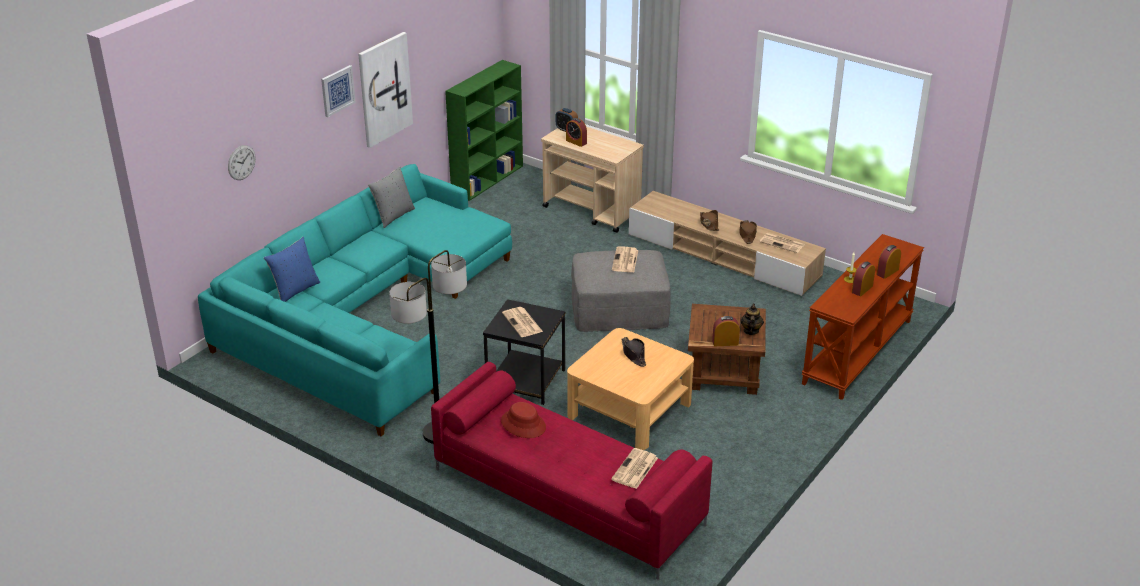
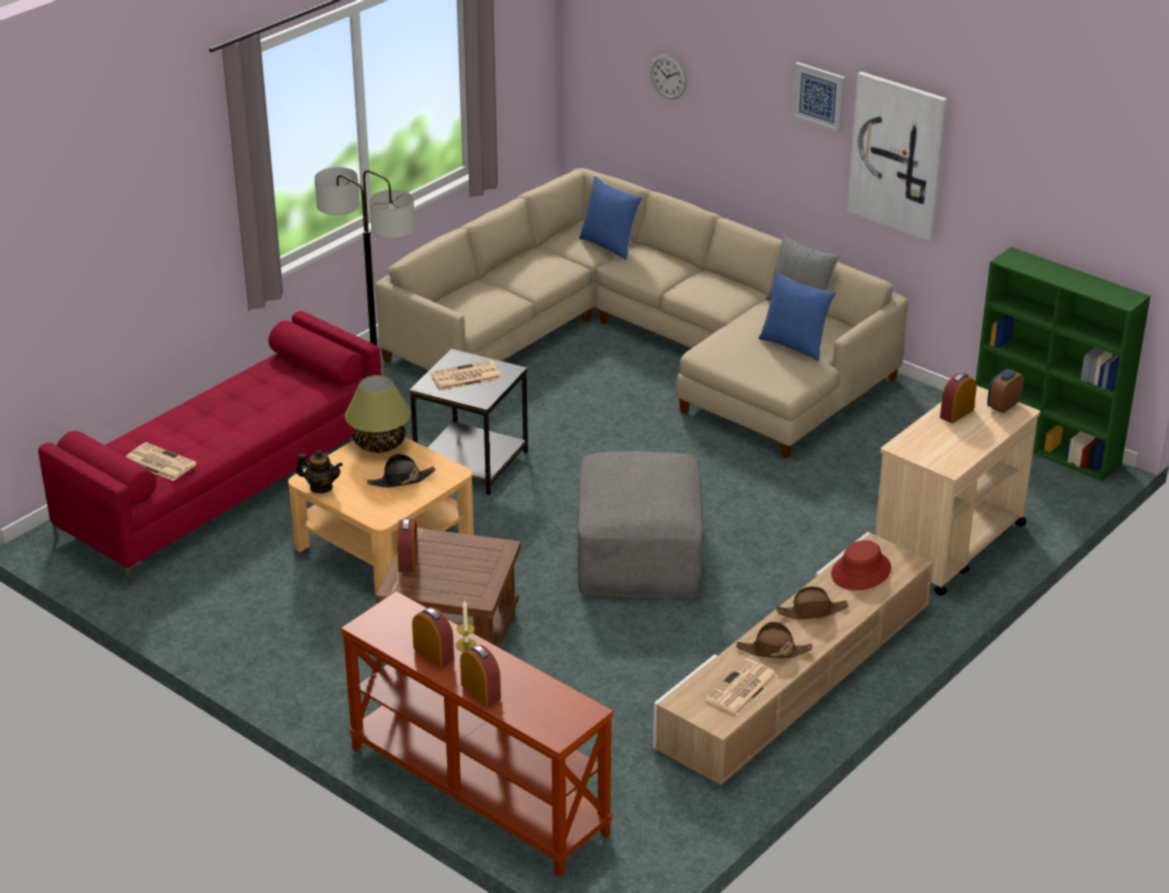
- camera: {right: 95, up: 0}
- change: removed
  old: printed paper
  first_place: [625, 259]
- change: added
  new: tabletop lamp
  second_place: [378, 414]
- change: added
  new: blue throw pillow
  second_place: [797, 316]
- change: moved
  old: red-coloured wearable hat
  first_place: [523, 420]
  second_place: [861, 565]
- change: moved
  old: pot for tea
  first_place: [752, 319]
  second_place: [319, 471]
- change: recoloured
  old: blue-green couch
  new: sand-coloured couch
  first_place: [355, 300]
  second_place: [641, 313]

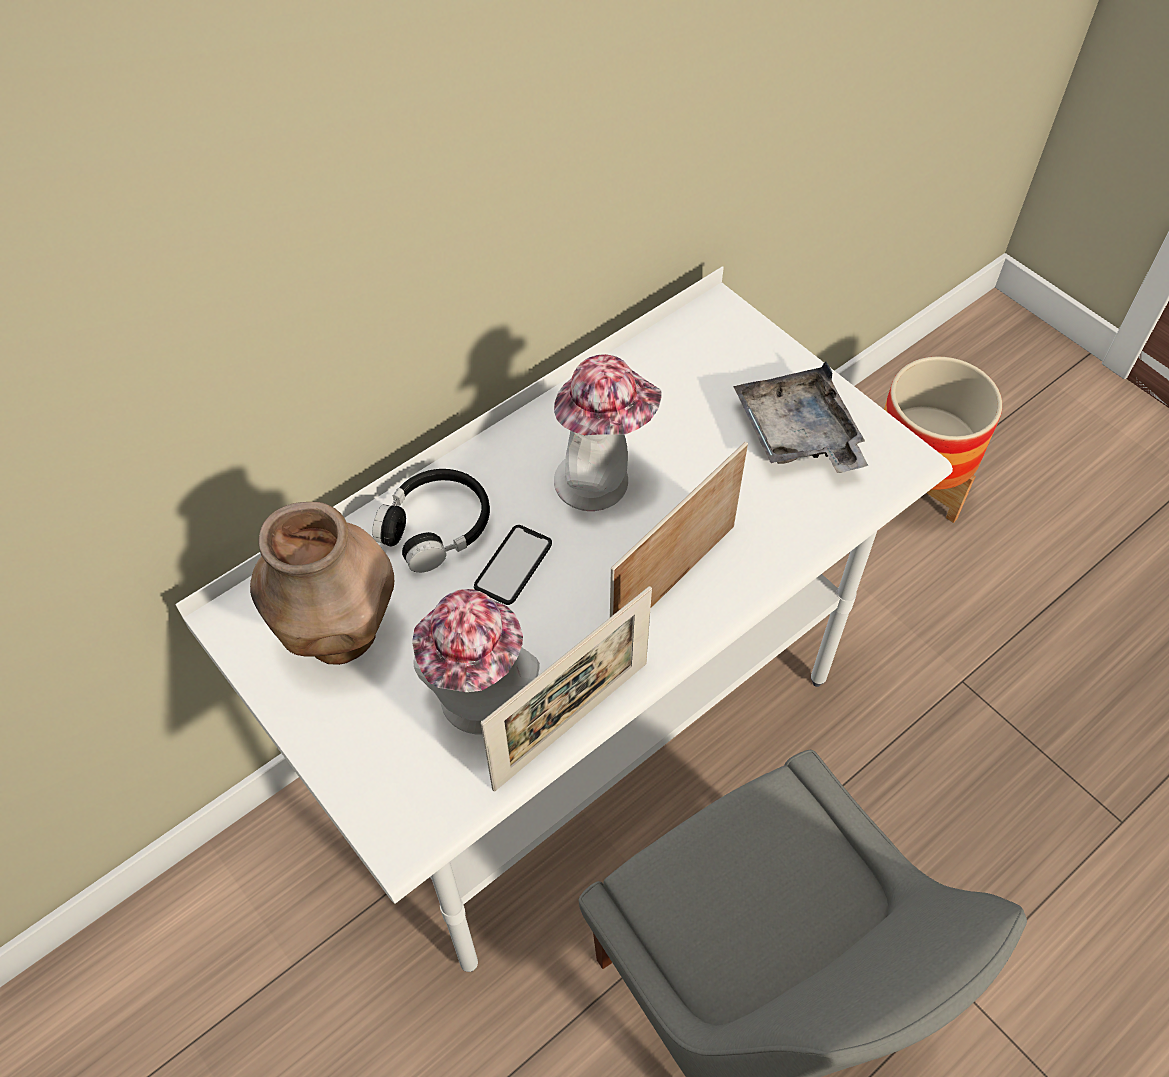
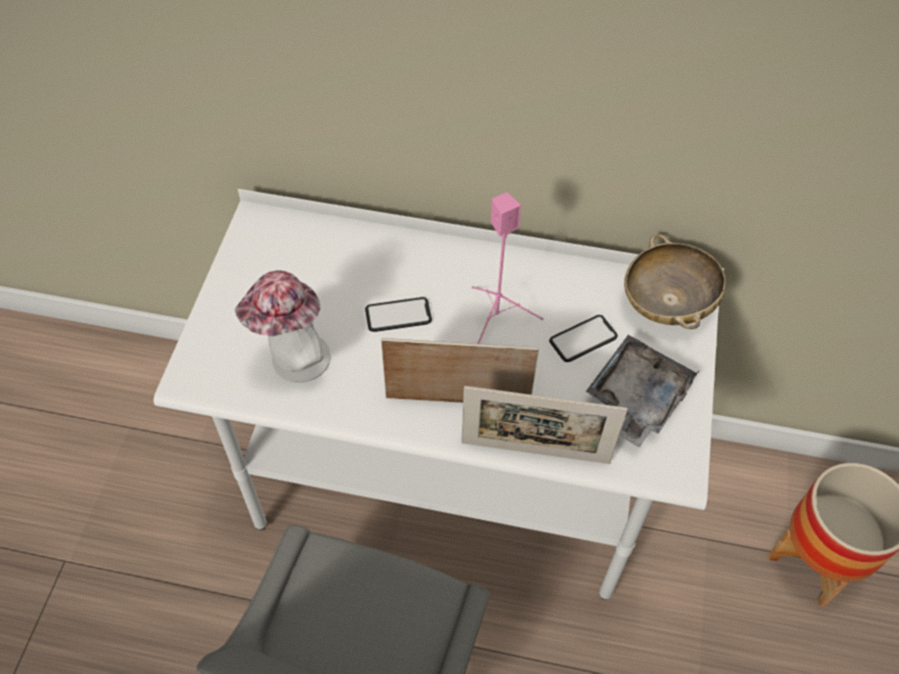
- camera: {right: 50, up: 0}
- change: removed
  old: brown decorative vase
  first_place: [322, 583]
- change: removed
  old: black headphones
  first_place: [431, 521]
- change: added
  new: telephone
  second_place: [583, 338]
- change: added
  new: sand-coloured bowl
  second_place: [675, 281]
- change: moved
  old: photo frame
  first_place: [566, 688]
  second_place: [544, 425]
- change: replaced
  old: wearable hat
  new: pinkish loudspeaker
  first_place: [607, 432]
  second_place: [507, 268]

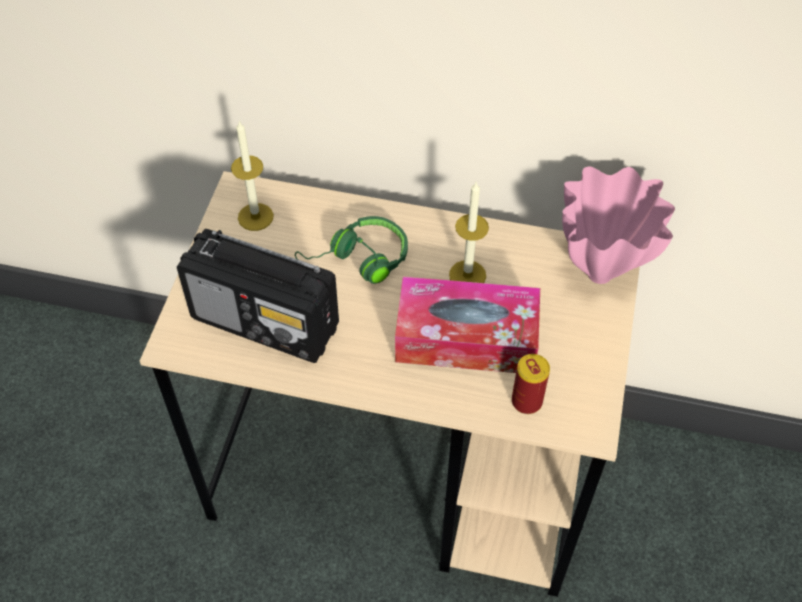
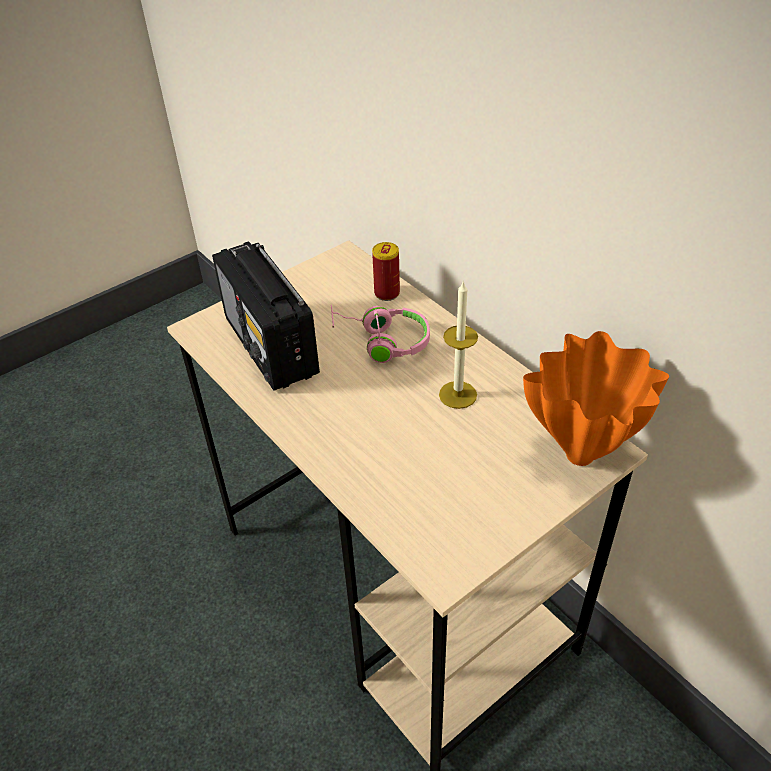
- camera: {right: 40, up: -10}
- change: removed
  old: wax candle
  first_place: [252, 176]
- change: removed
  old: tissue box
  first_place: [467, 324]
- change: moved
  old: can
  first_place: [531, 384]
  second_place: [386, 271]
- change: recoloured
  old: greenish headphones
  new: pinkish headphones
  first_place: [351, 250]
  second_place: [380, 334]
- change: recoloured
  old: pinkish decorative vase
  new: orangey decorative vase
  first_place: [618, 225]
  second_place: [596, 398]

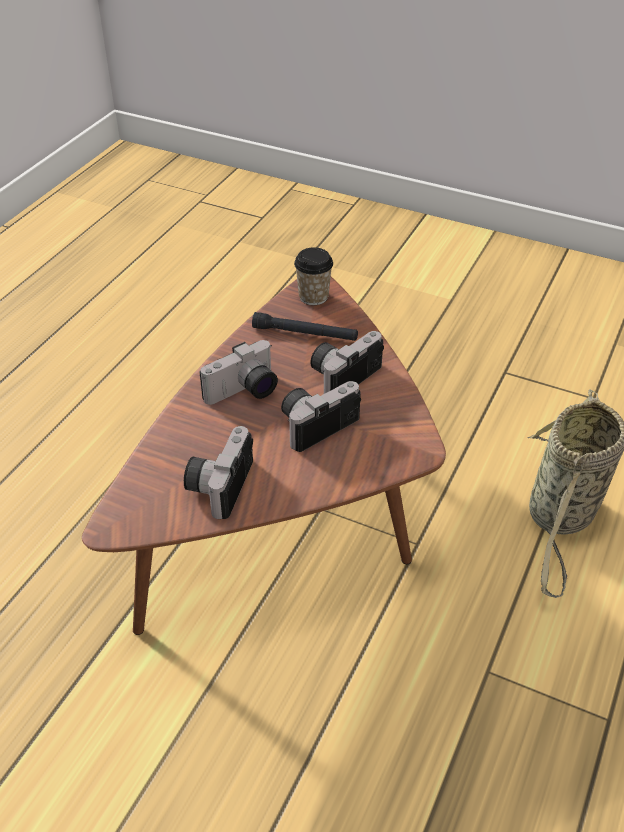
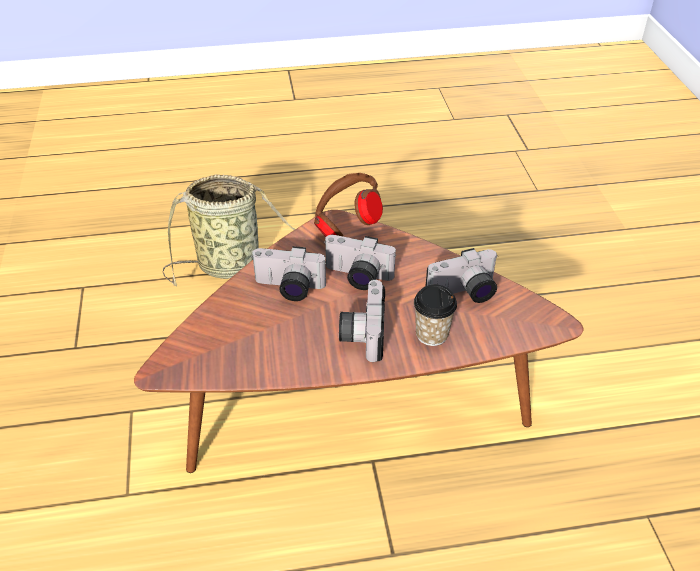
- camera: {right: -125, up: 0}
- change: removed
  old: black hand torch
  first_place: [305, 326]
- change: added
  new: brown headphones
  second_place: [348, 205]
- change: moved
  old: drinking cup
  first_place: [313, 276]
  second_place: [435, 315]
- change: turned
  old: photo camera
  first_place: [239, 372]
  second_place: [362, 321]
  degrees: -105

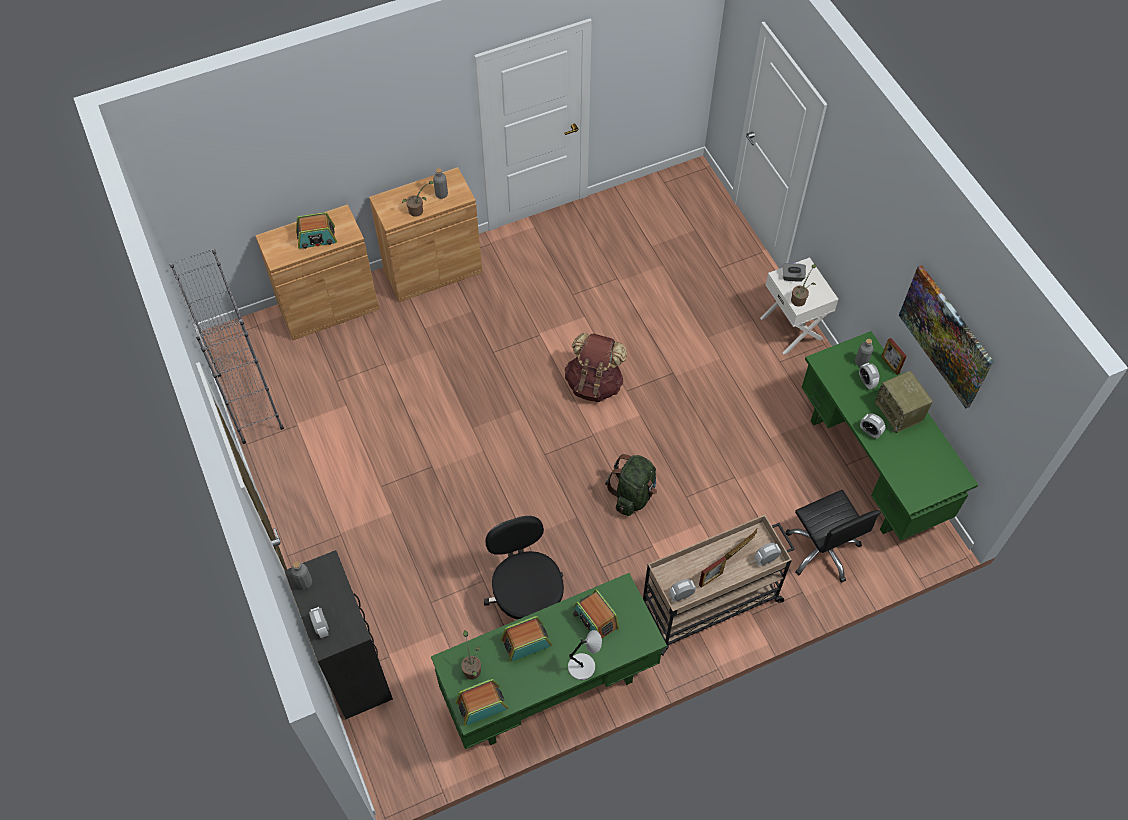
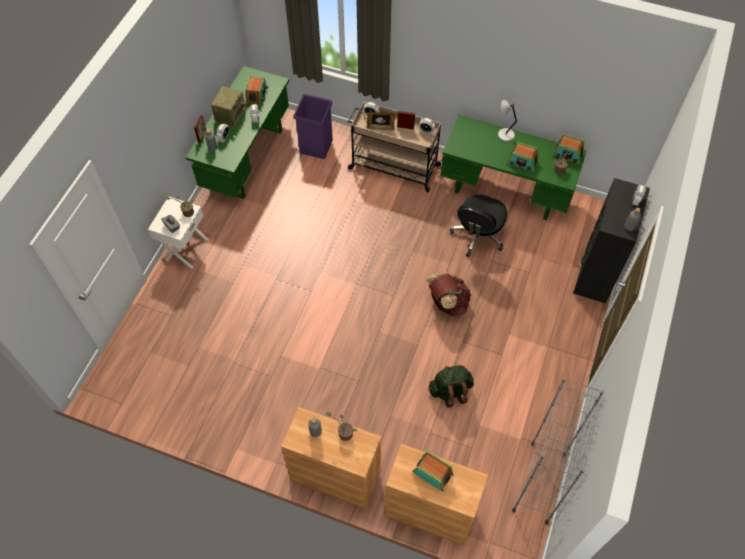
- camera: {right: -135, up: 0}
- change: removed
  old: wall art
  first_place: [946, 337]
- change: moved
  old: brown backpack
  first_place: [596, 367]
  second_place: [448, 294]
- change: moved
  old: radio
  first_place: [596, 613]
  second_place: [256, 90]
- change: moved
  old: greenish backpack
  first_place: [631, 485]
  second_place: [451, 386]
- change: replaced
  old: black desk chair
  new: purple-coloured rubbish bin
  first_place: [833, 536]
  second_place: [313, 126]

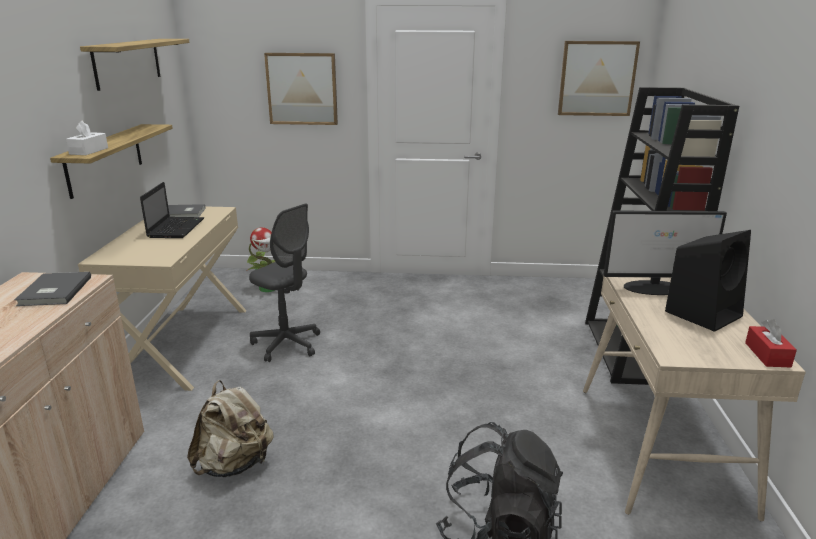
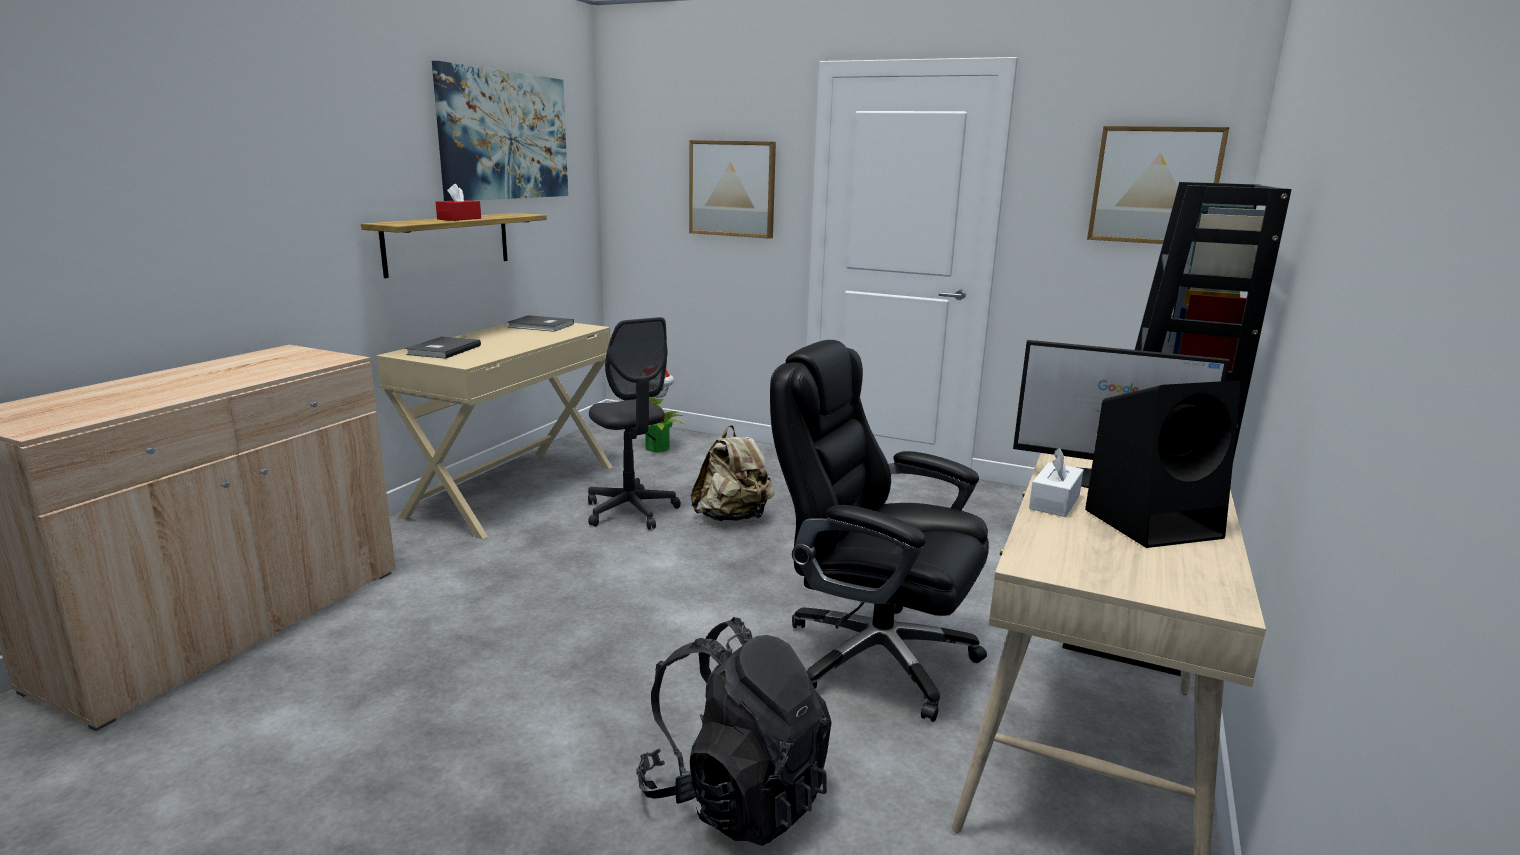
- camera: {right: 20, up: -5}
- change: removed
  old: laptop
  first_place: [172, 210]
- change: added
  new: black desk chair
  second_place: [879, 531]
- change: moved
  old: grey book
  first_place: [52, 289]
  second_place: [443, 347]
- change: moved
  old: white-coloured tissue box
  first_place: [87, 138]
  second_place: [1056, 482]
- change: moved
  old: sand-coloured backpack
  first_place: [230, 428]
  second_place: [733, 473]
- change: moved
  old: red-coloured tissue box
  first_place: [771, 343]
  second_place: [458, 202]
- change: replaced
  old: shelf
  new: wall art
  first_place: [135, 65]
  second_place: [500, 131]

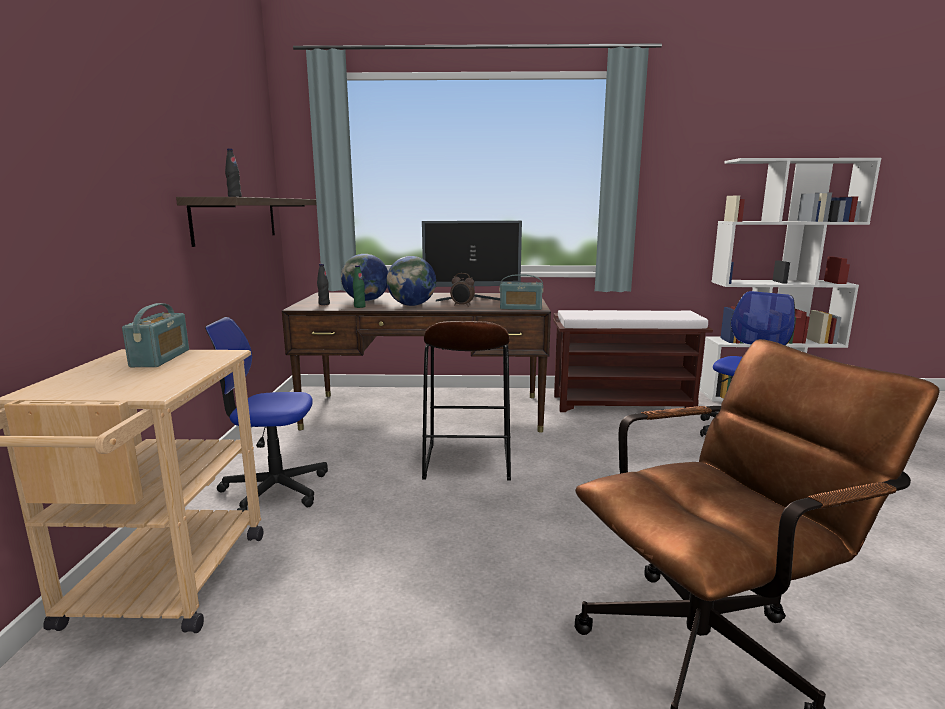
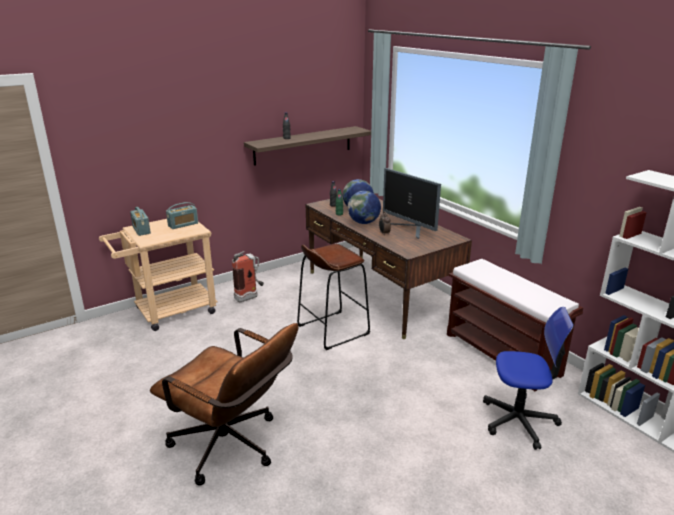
- camera: {right: 55, up: 10}
- change: moved
  old: radio
  first_place: [521, 292]
  second_place: [140, 221]
- change: replaced
  old: desk chair
  new: fire extinguisher
  first_place: [266, 415]
  second_place: [248, 276]

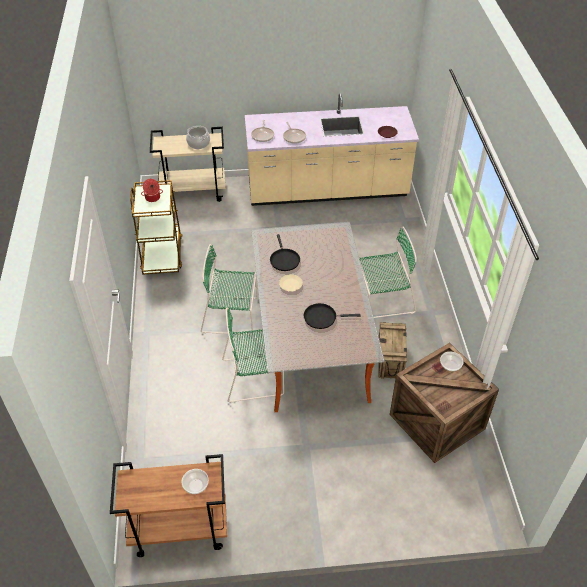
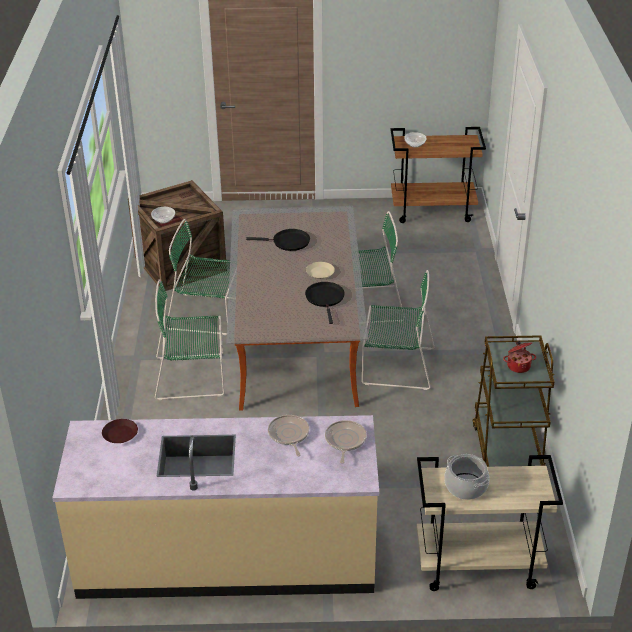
- camera: {right: -175, up: -10}
- change: replaced
  old: shipping crate
  new: greenish upright chair
  first_place: [392, 350]
  second_place: [198, 277]

